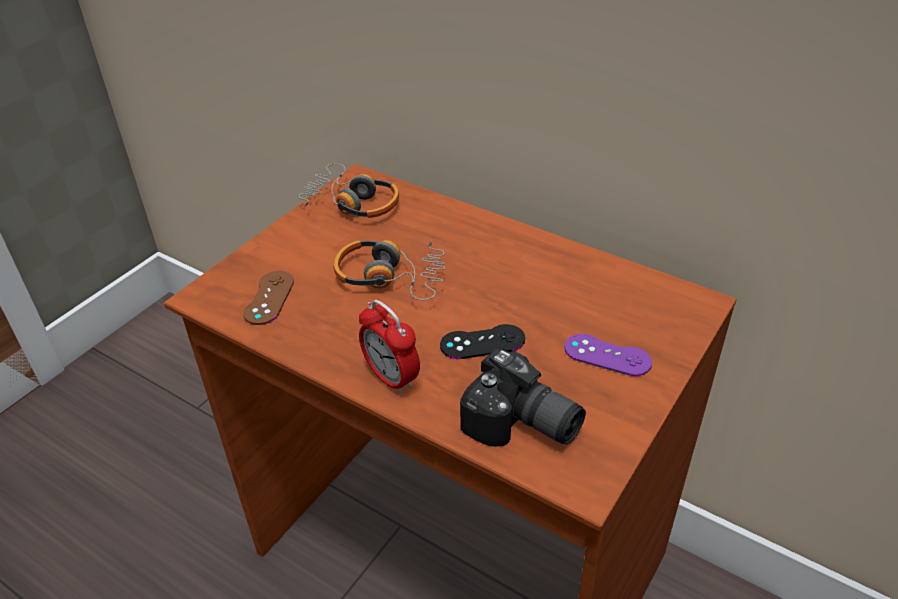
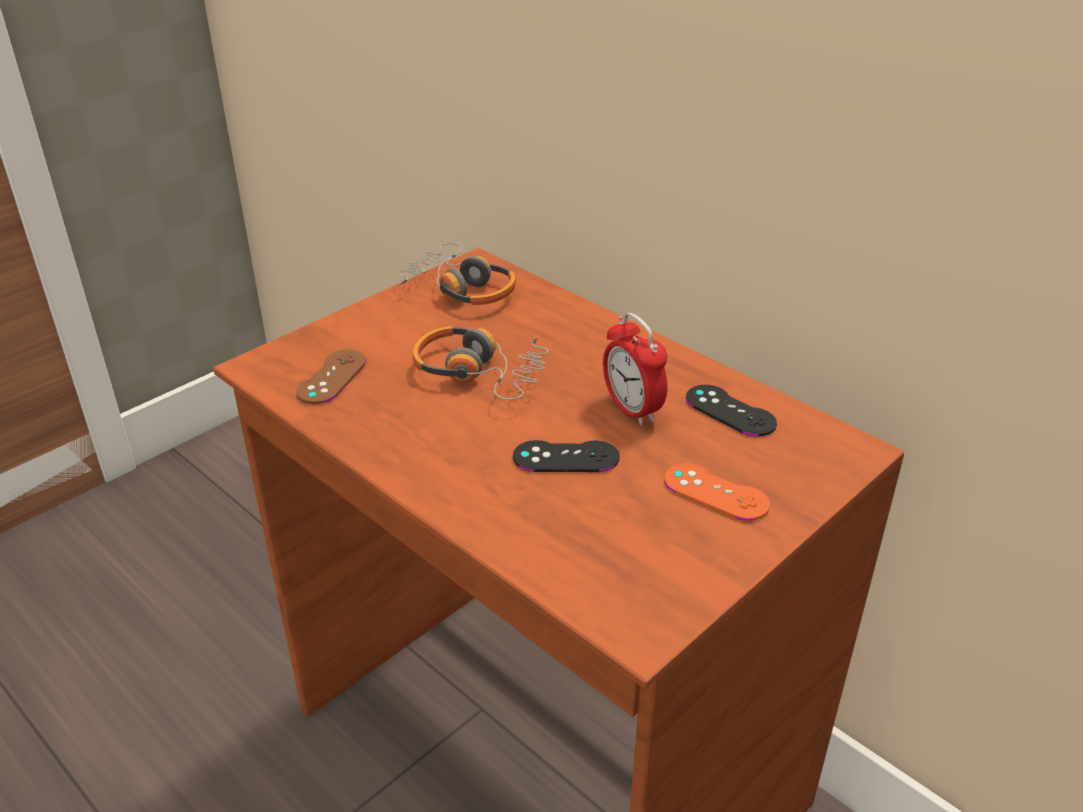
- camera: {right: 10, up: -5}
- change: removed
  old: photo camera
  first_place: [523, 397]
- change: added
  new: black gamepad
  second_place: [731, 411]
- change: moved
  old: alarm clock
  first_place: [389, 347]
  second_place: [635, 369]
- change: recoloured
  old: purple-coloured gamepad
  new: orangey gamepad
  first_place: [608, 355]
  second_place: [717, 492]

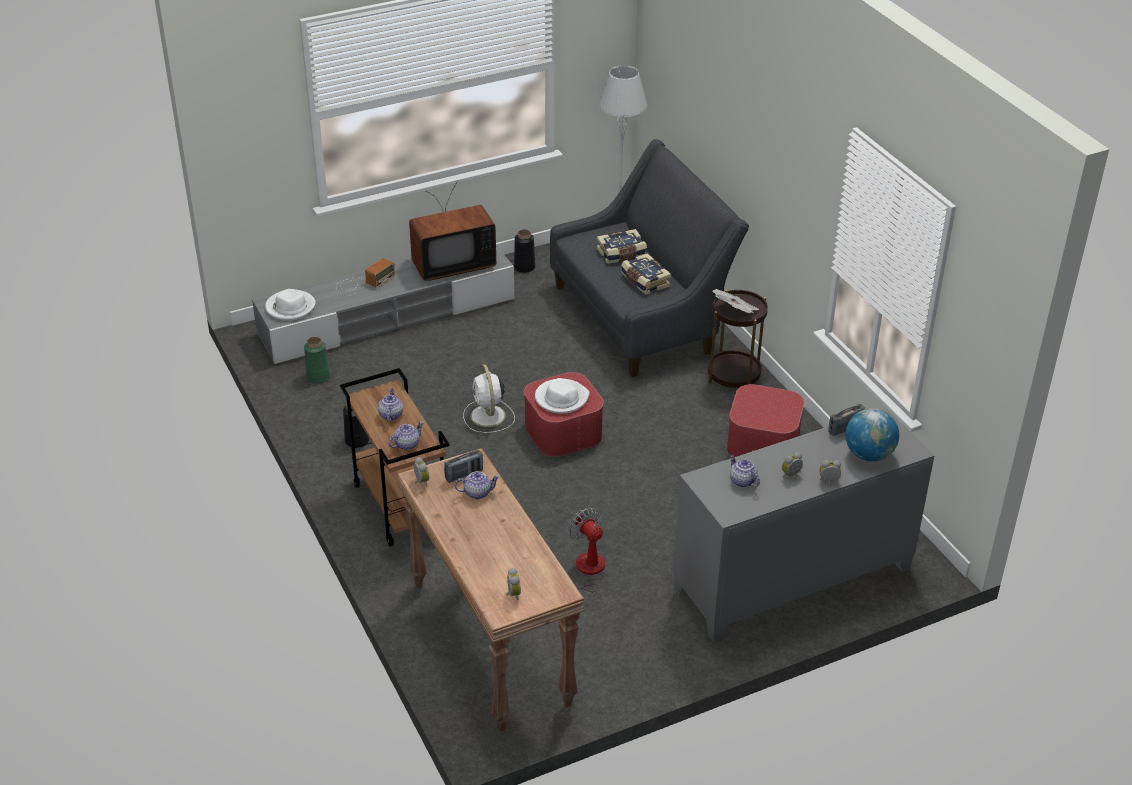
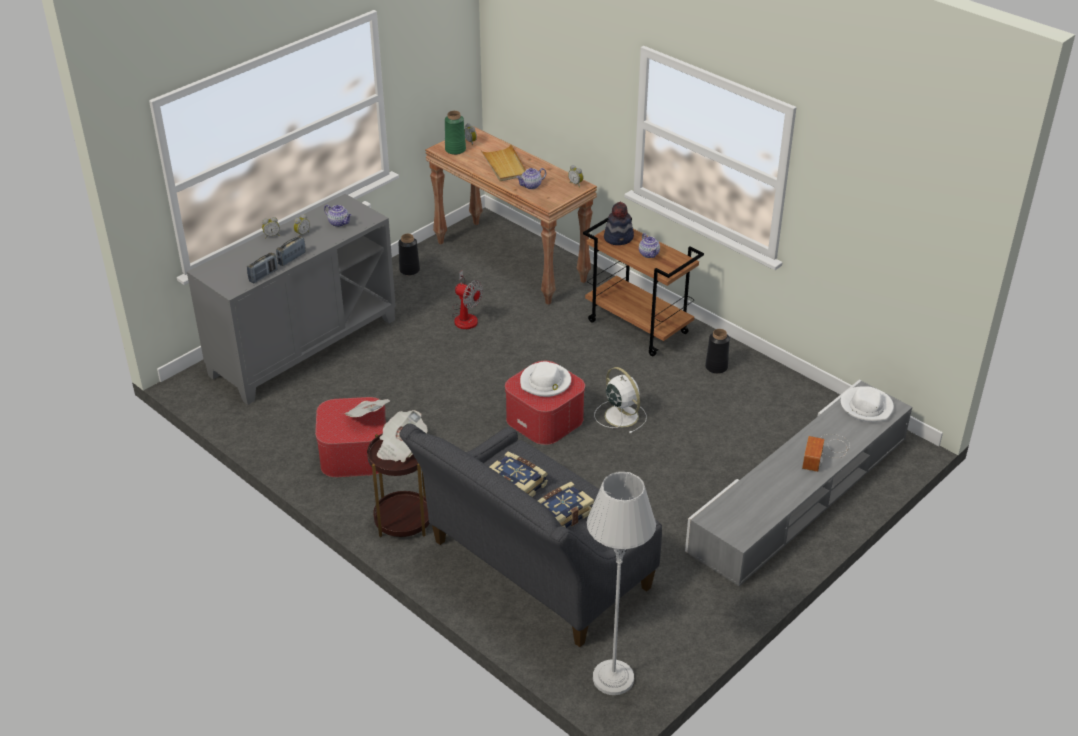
- camera: {right: 160, up: 0}
- change: removed
  old: television
  first_place: [452, 231]
- change: removed
  old: globe
  first_place: [872, 434]
- change: added
  new: printed paper
  second_place: [367, 408]
- change: added
  new: sand-coloured serving tray
  second_place: [503, 162]
- change: moved
  old: greenish decorative vase
  first_place: [317, 360]
  second_place: [455, 133]
- change: moved
  old: radio
  first_place: [463, 466]
  second_place: [291, 250]
- change: moved
  old: black decorative vase
  first_place: [524, 251]
  second_place: [409, 254]
- change: replaced
  old: pot for tea
  new: wearable hat
  first_place: [406, 435]
  second_place: [619, 223]

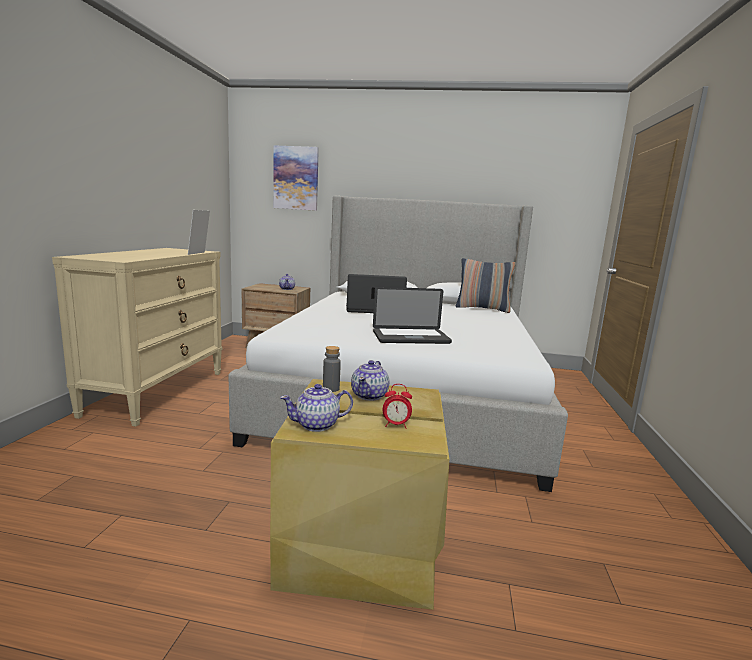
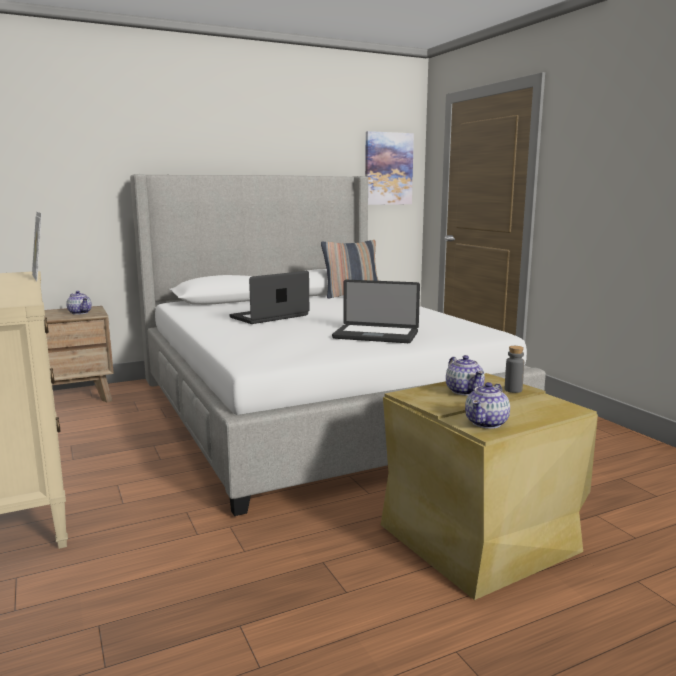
- camera: {right: -35, up: 0}
- change: removed
  old: alarm clock
  first_place: [397, 406]
- change: moved
  old: wall art
  first_place: [296, 178]
  second_place: [389, 168]
- change: moved
  old: grey bottle
  first_place: [332, 369]
  second_place: [514, 369]
- change: turned
  old: laptop
  first_place: [412, 315]
  second_place: [376, 311]
  degrees: 60

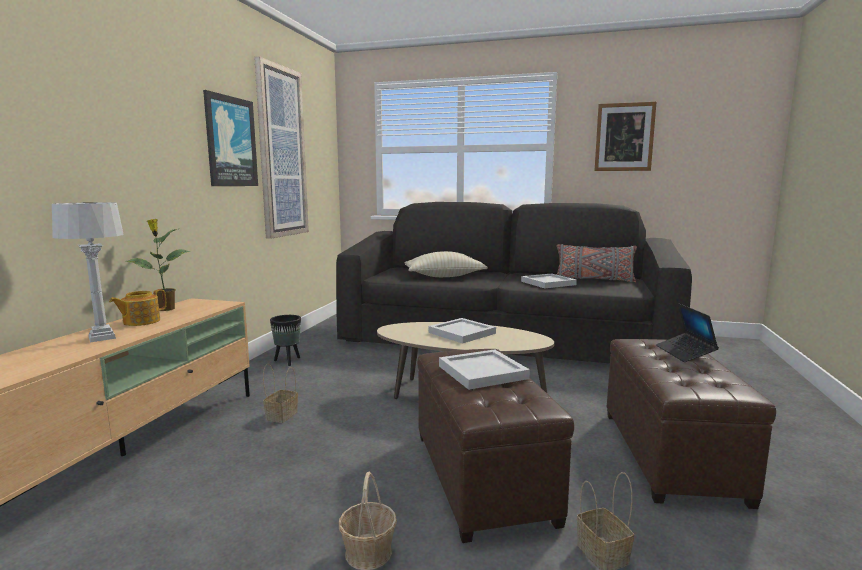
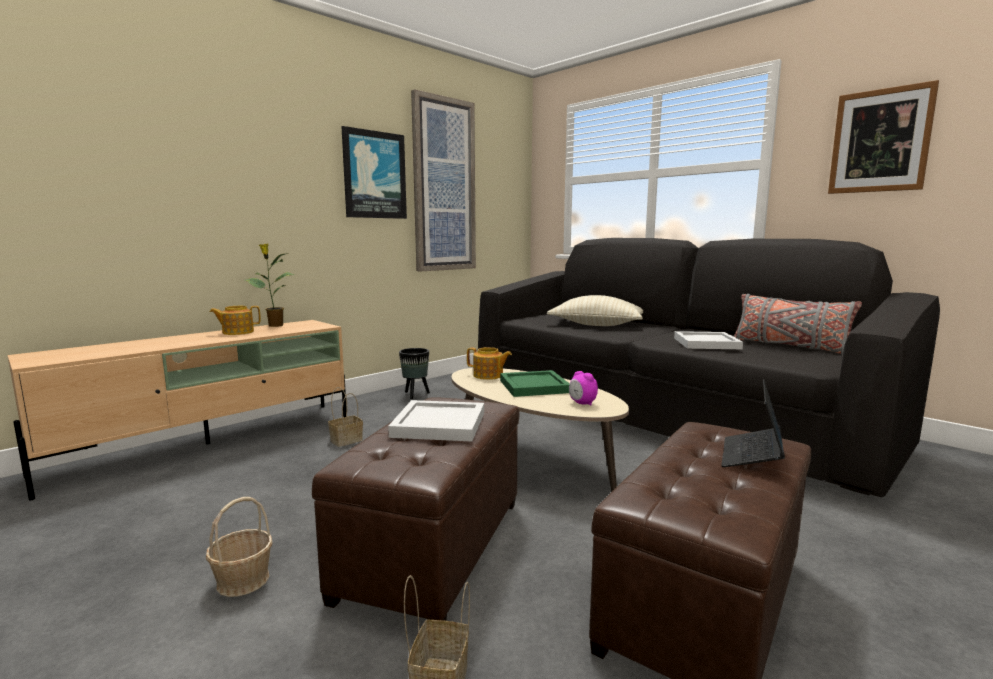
- camera: {right: 30, up: 0}
- change: removed
  old: grey tabletop lamp
  first_place: [88, 272]
- change: added
  new: pot for tea
  second_place: [489, 363]
- change: added
  new: alarm clock
  second_place: [583, 388]
- change: recoloured
  old: white-coloured serving tray
  new: greenish serving tray
  first_place: [462, 331]
  second_place: [535, 383]

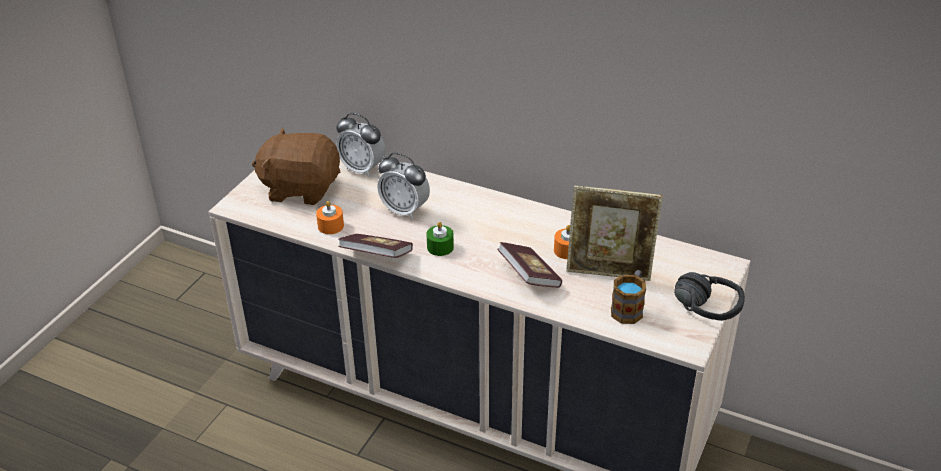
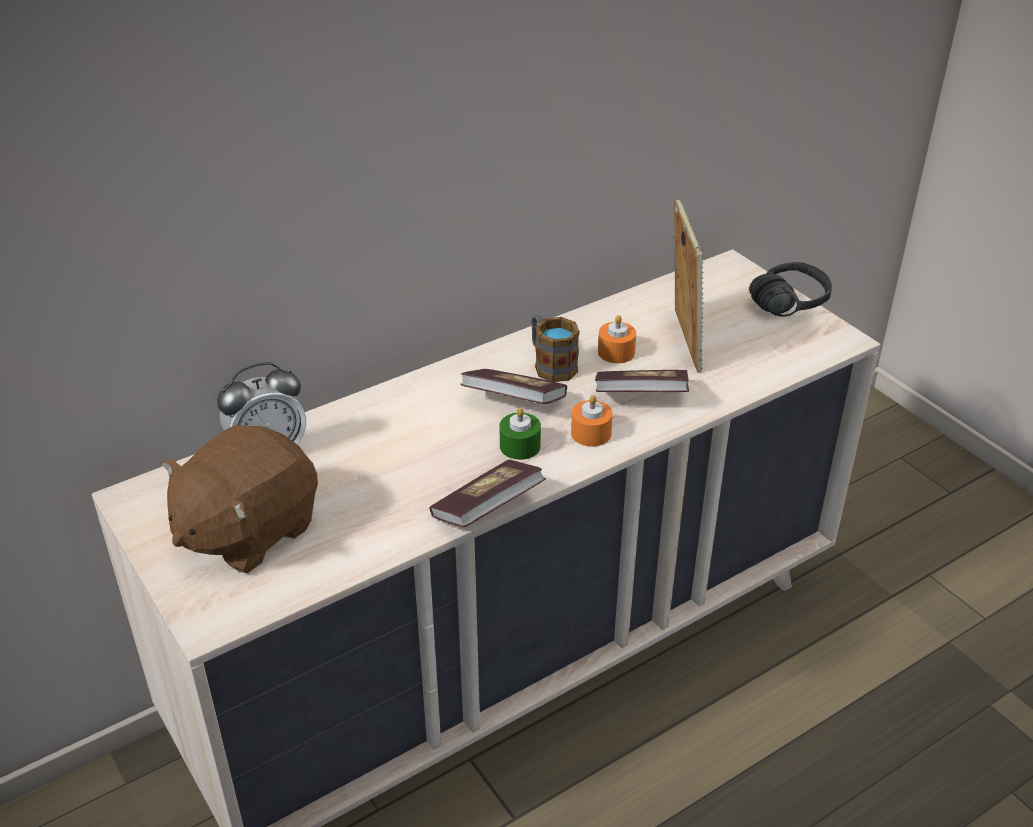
- camera: {right: -60, up: 0}
- change: removed
  old: alarm clock
  first_place: [403, 186]
- change: added
  new: book
  second_place: [514, 386]
- change: moved
  old: orangey wax candle
  first_place: [330, 217]
  second_place: [592, 421]
- change: moved
  old: coffee mug
  first_place: [628, 297]
  second_place: [555, 348]
- change: turned
  old: photo frame
  first_place: [614, 233]
  second_place: [688, 285]
  degrees: -45

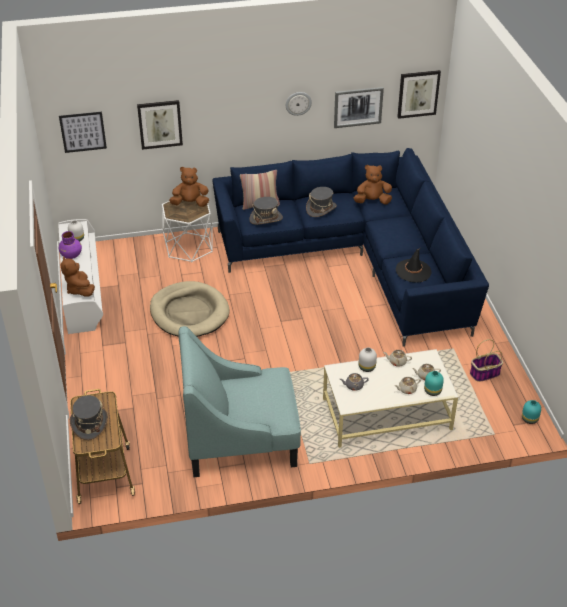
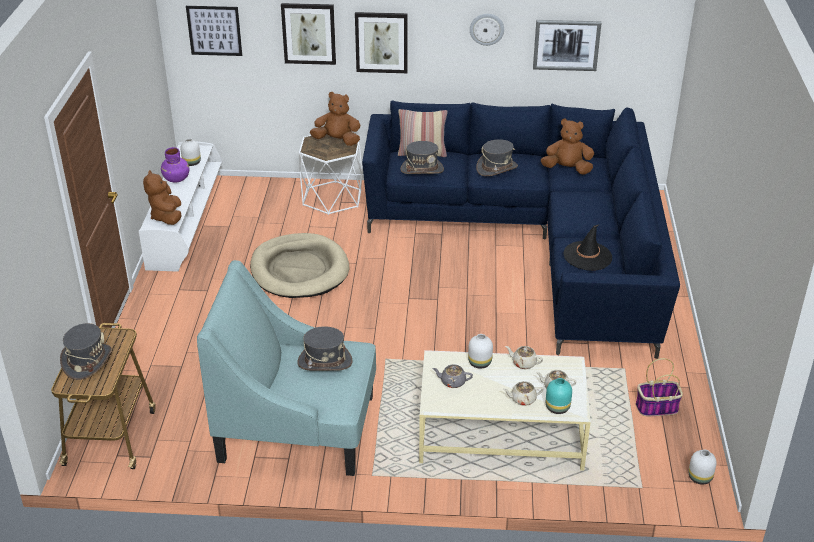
- camera: {right: 15, up: -5}
- change: added
  new: grey wearable hat
  second_place: [325, 348]
- change: moved
  old: wall art
  first_place: [419, 94]
  second_place: [381, 42]
- change: recoloured
  old: blue-green decorative vase
  new: white-coloured decorative vase
  first_place: [531, 412]
  second_place: [702, 467]

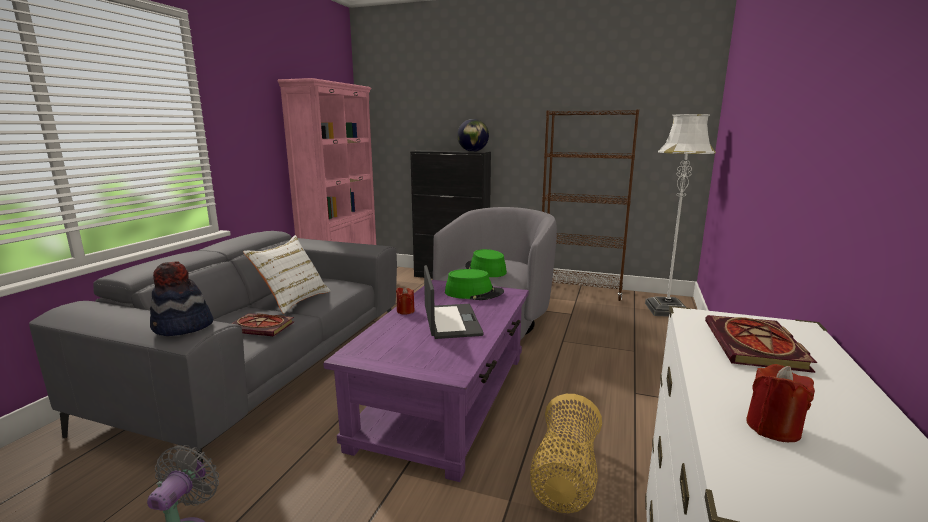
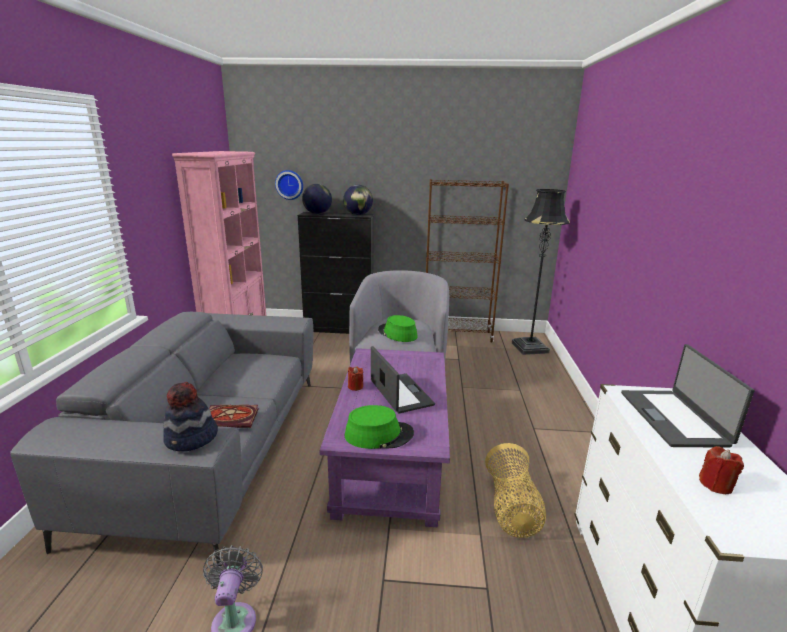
- camera: {right: -15, up: 5}
- change: removed
  old: white-coloured throw pillow
  first_place: [287, 274]
- change: added
  new: clock on the wall
  second_place: [289, 185]
- change: added
  new: globe
  second_place: [317, 199]
- change: moved
  old: greenish wearable hat
  first_place: [474, 284]
  second_place: [379, 427]
- change: replaced
  old: book
  new: laptop
  first_place: [761, 344]
  second_place: [687, 396]
- change: recoloured
  old: white-coloured floor lamp
  new: black floor lamp
  first_place: [680, 215]
  second_place: [541, 272]

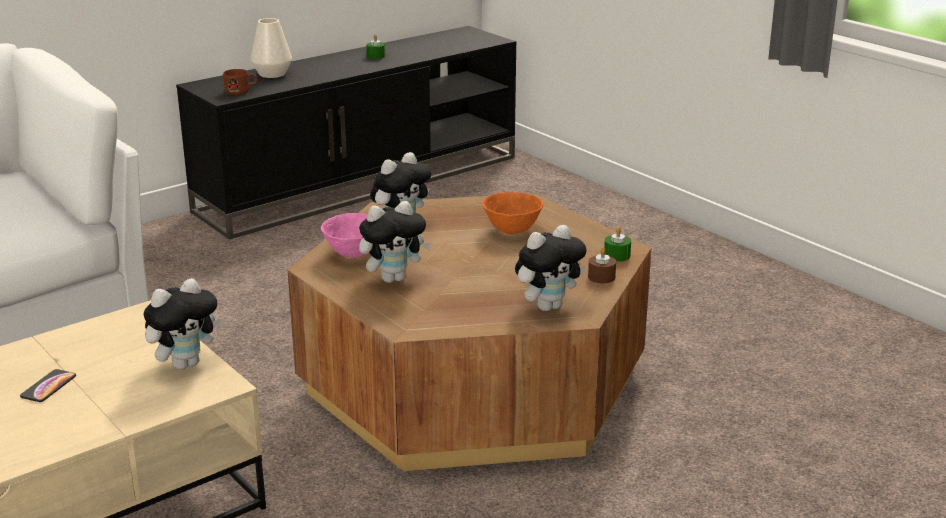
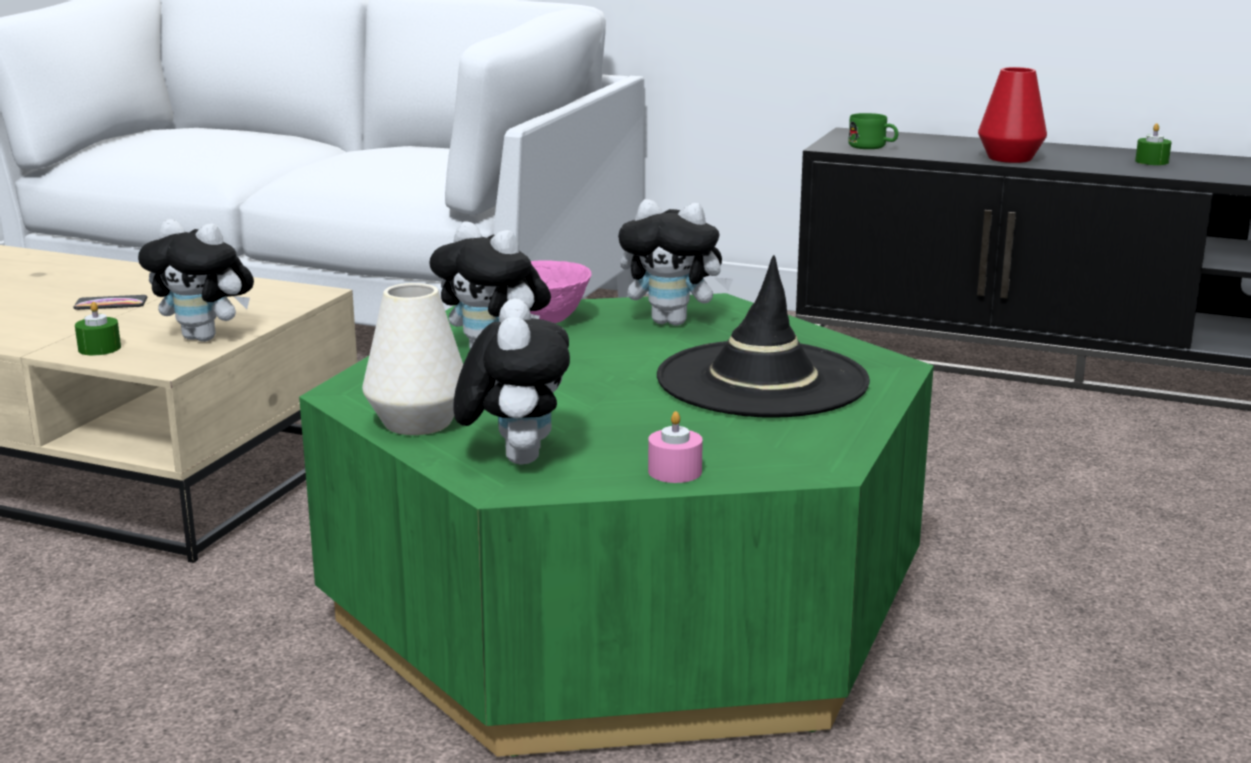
- camera: {right: 60, up: -5}
- change: added
  new: red-coloured decorative vase
  second_place: [1012, 115]
- change: moved
  old: white-coloured decorative vase
  first_place: [271, 48]
  second_place: [412, 359]
- change: moved
  old: greenish wax candle
  first_place: [617, 244]
  second_place: [98, 328]
- change: replaced
  old: orangey bowl
  new: black wearable hat
  first_place: [512, 213]
  second_place: [763, 336]
- change: recoloured
  old: brown coffee mug
  new: greenish coffee mug
  first_place: [240, 82]
  second_place: [873, 131]
- change: recoloured
  old: brown low table
  new: greenish low table
  first_place: [469, 332]
  second_place: [616, 525]
- change: recoloured
  old: brown wax candle
  new: pinkish wax candle
  first_place: [602, 265]
  second_place: [675, 447]
- change: turned
  old: plush toy
  first_place: [550, 268]
  second_place: [511, 382]
  degrees: -120

